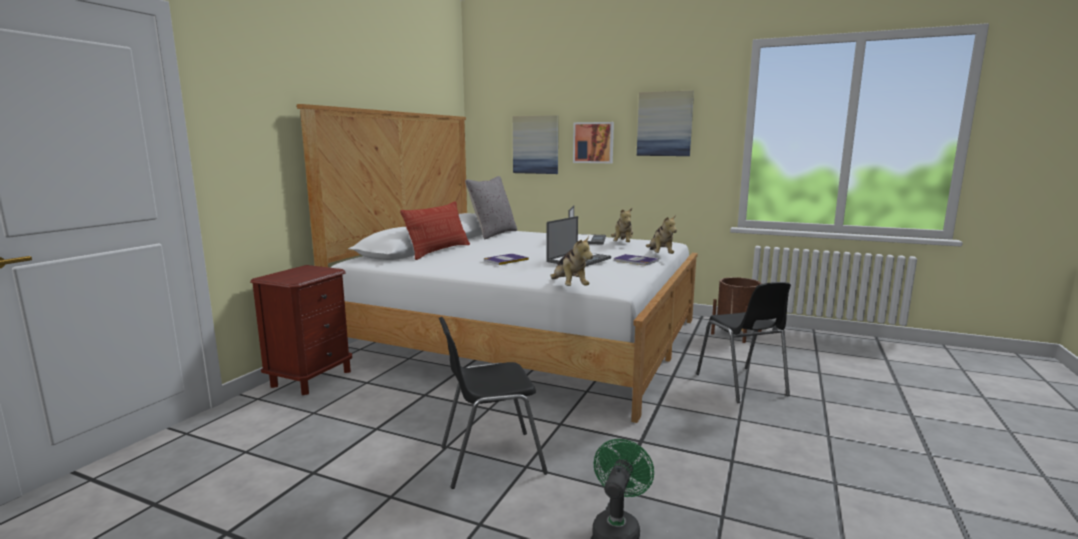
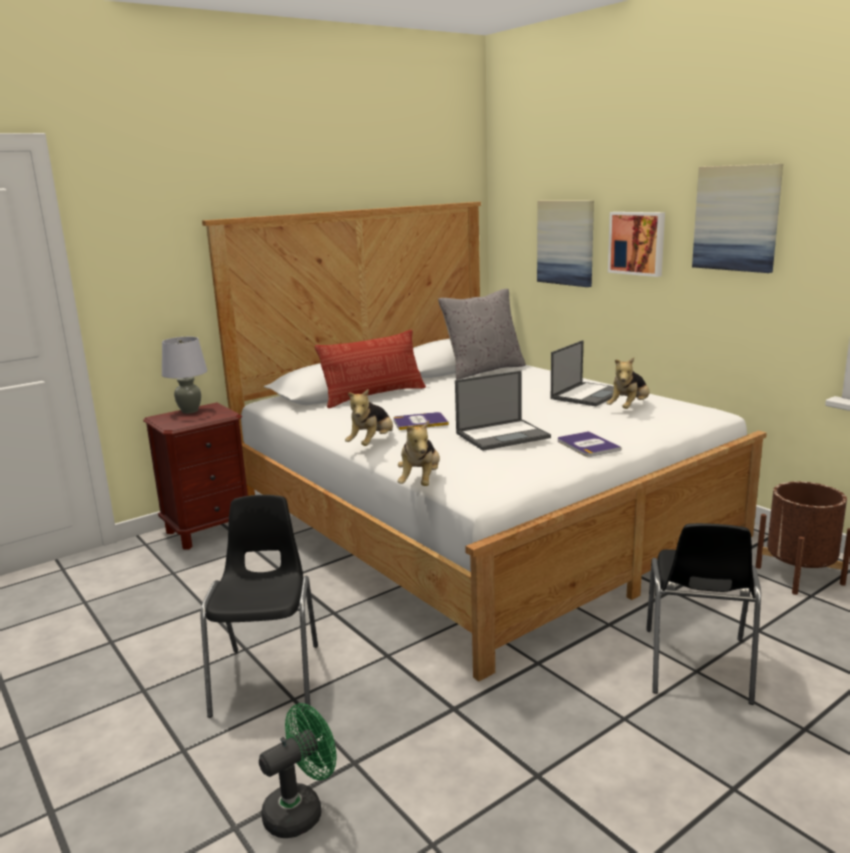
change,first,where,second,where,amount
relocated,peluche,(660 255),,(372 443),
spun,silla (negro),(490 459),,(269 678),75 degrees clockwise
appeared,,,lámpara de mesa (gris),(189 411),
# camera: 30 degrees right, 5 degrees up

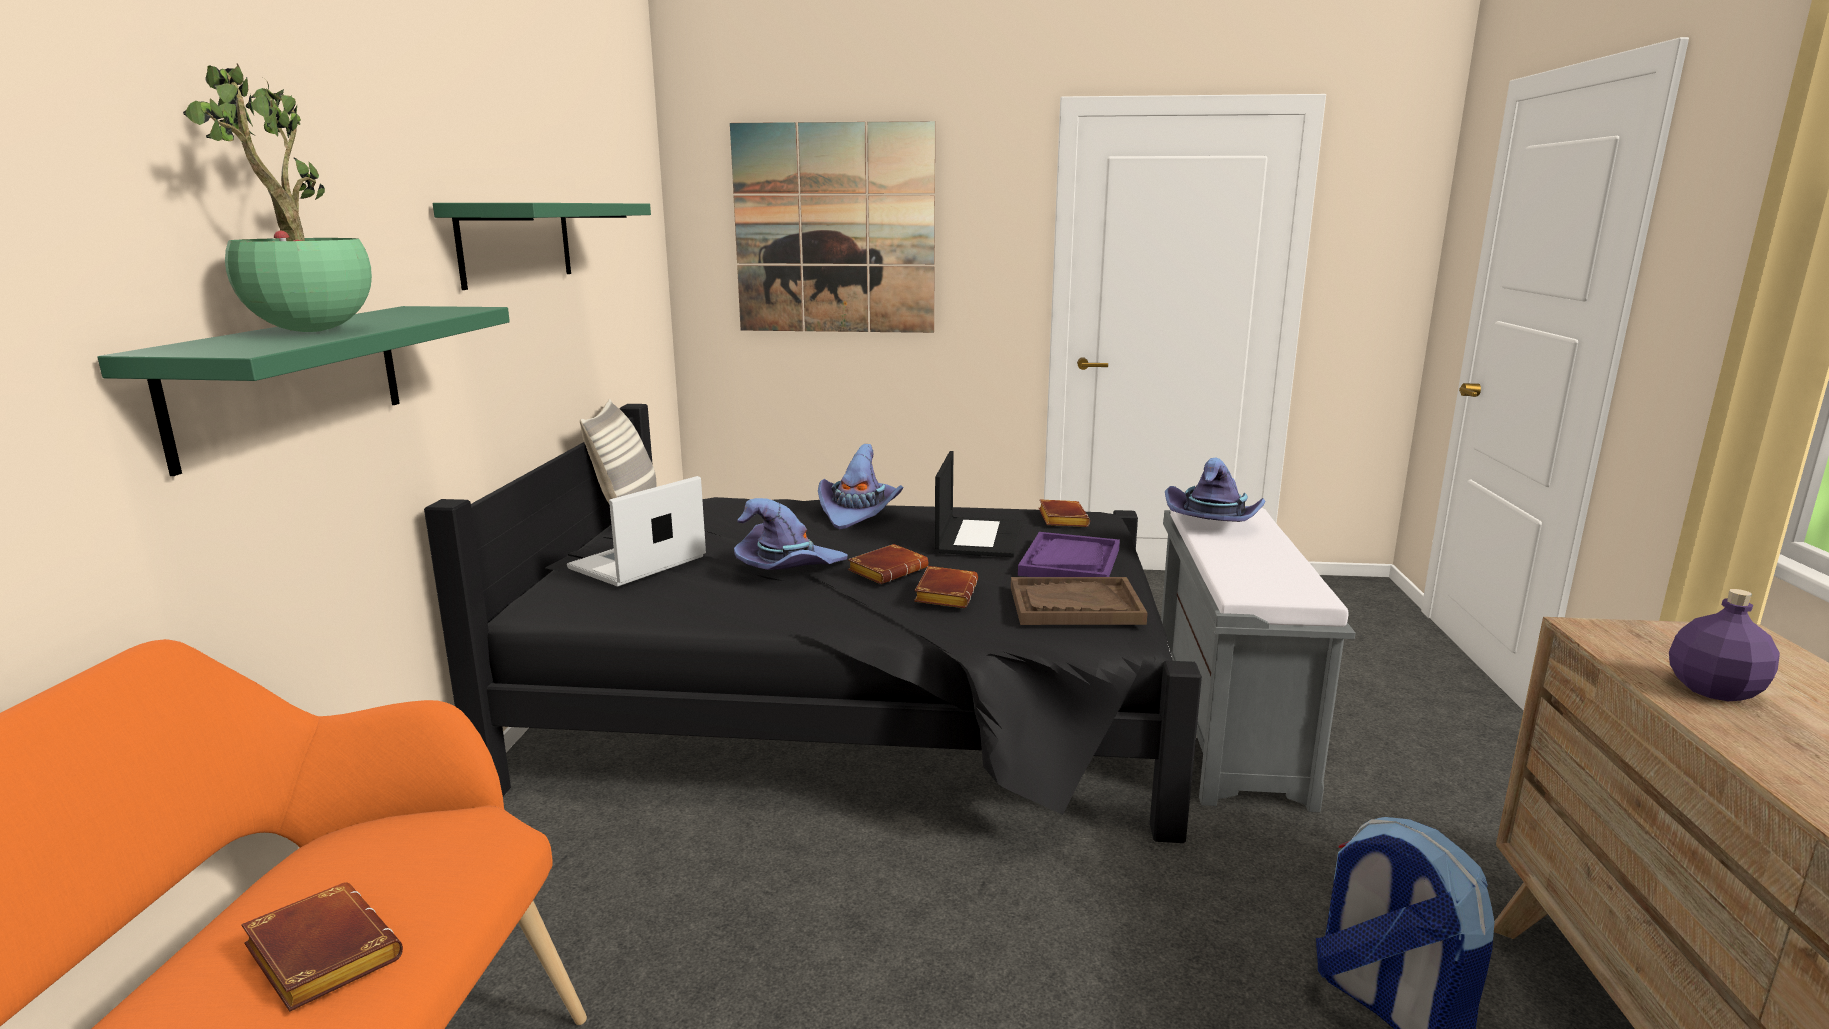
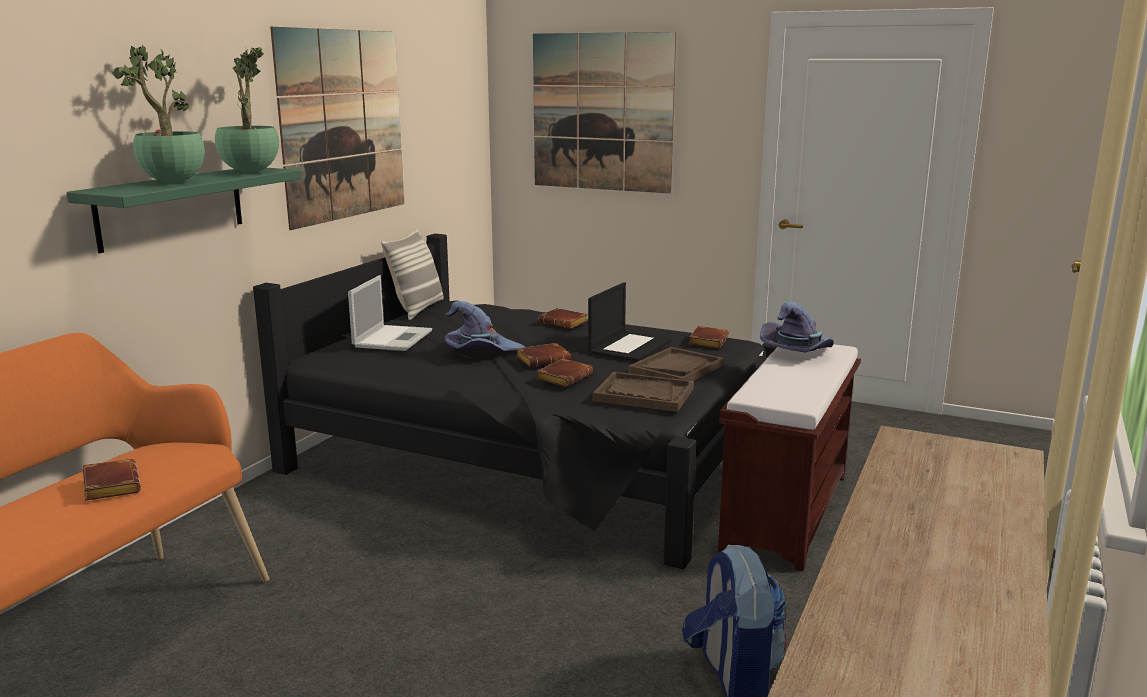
change,first,where,second,where,amount
exchanged,estante (verde),(516 242),cuadro,(343 125),
exchanged,sombrero (morado),(858 513),libro (marrón),(565 323),
spun,portátil,(636 563),,(393 338),135 degrees clockwise
colour,banco (gris),(1225 727),banco (marrón),(785 510),
colour,bandeja (morado),(1070 562),bandeja (marrón),(676 369),
missing,botella (morado),(1713 689),,,
appeared,,,planta en maceta,(250 172),
# camera: 20 degrees right, 0 degrees up

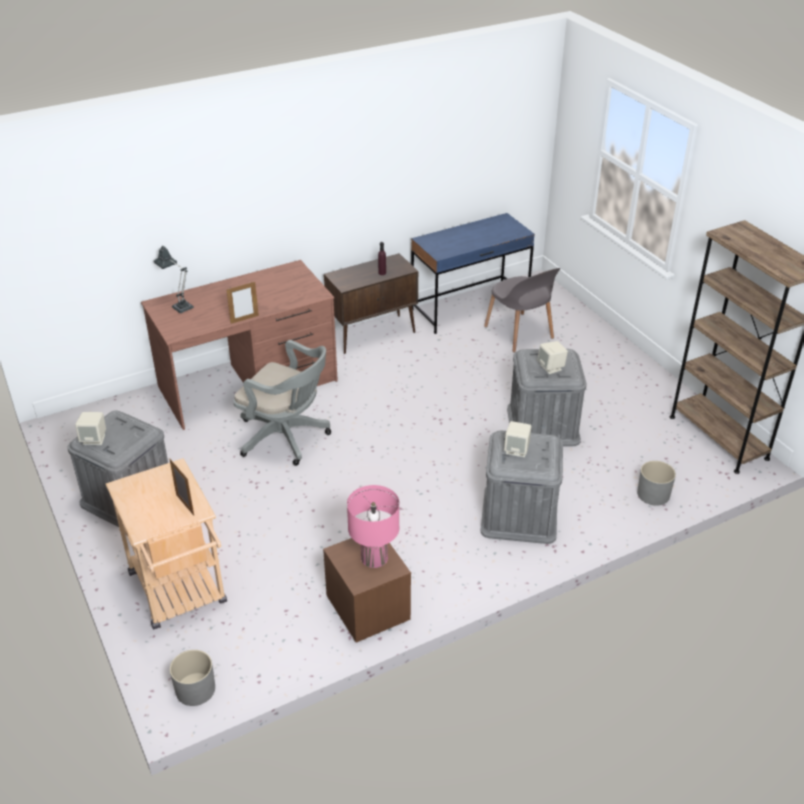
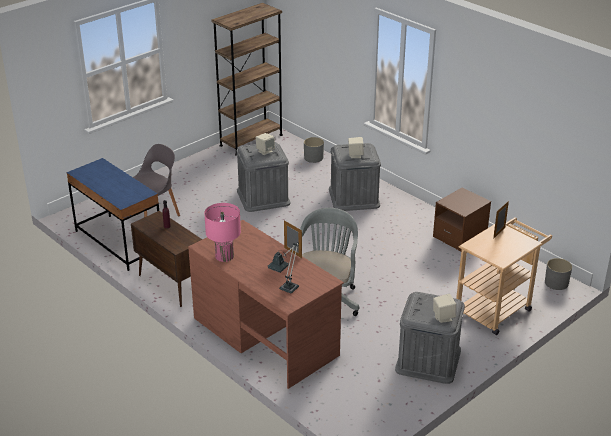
change,first,where,second,where,amount
relocated,lámpara de mesa (rosa),(374 558),,(224 256),
# camera: 105 degrees left, 5 degrees down

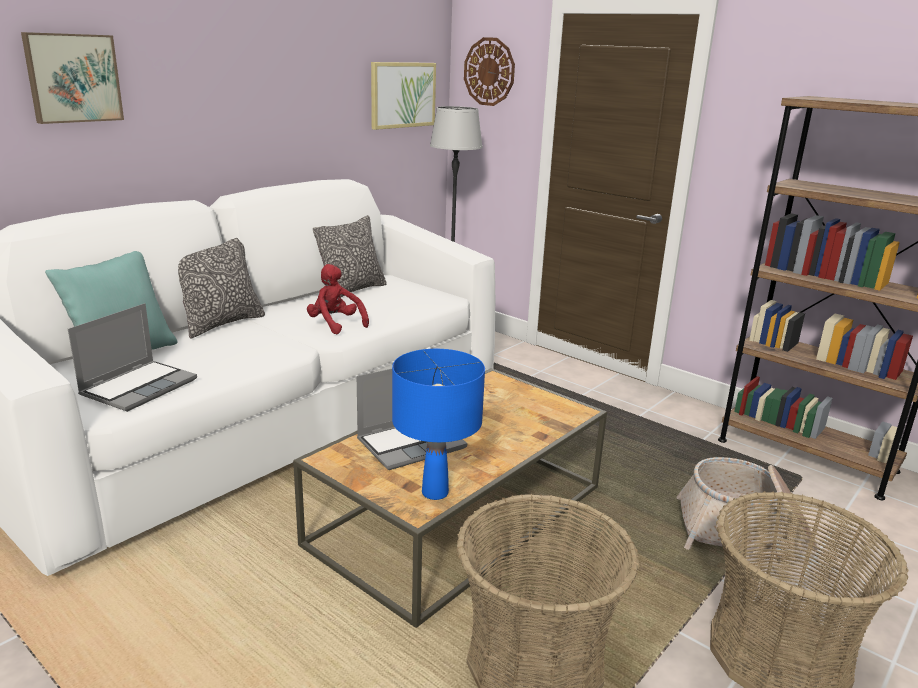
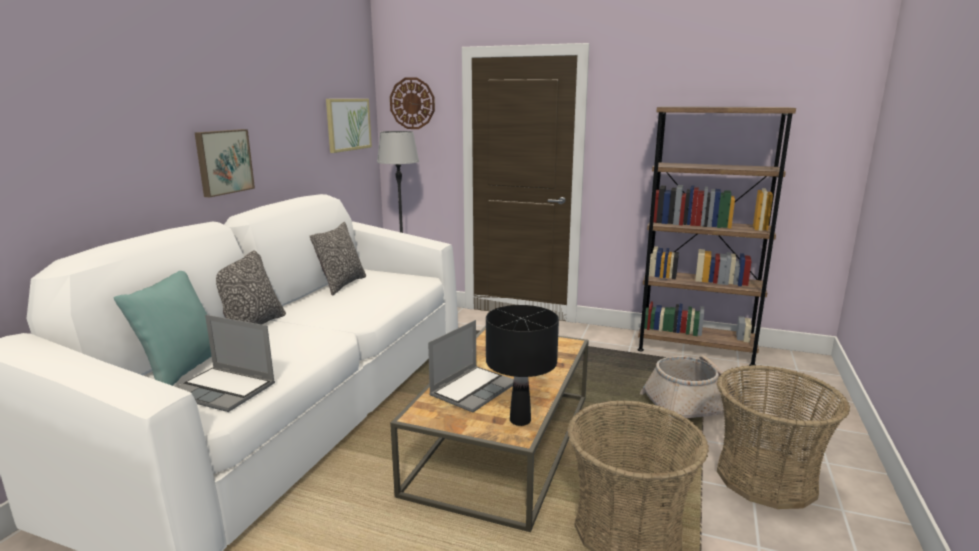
change,first,where,second,where,amount
relocated,cuadro,(73 78),,(223 162),
missing,peluche (rojo),(335 324),,,
spun,portátil,(139 387),,(224 390),105 degrees clockwise
colour,lámpara de mesa (azul),(435 492),lámpara de mesa (negro),(520 420),
# camera: 20 degrees left, 5 degrees down

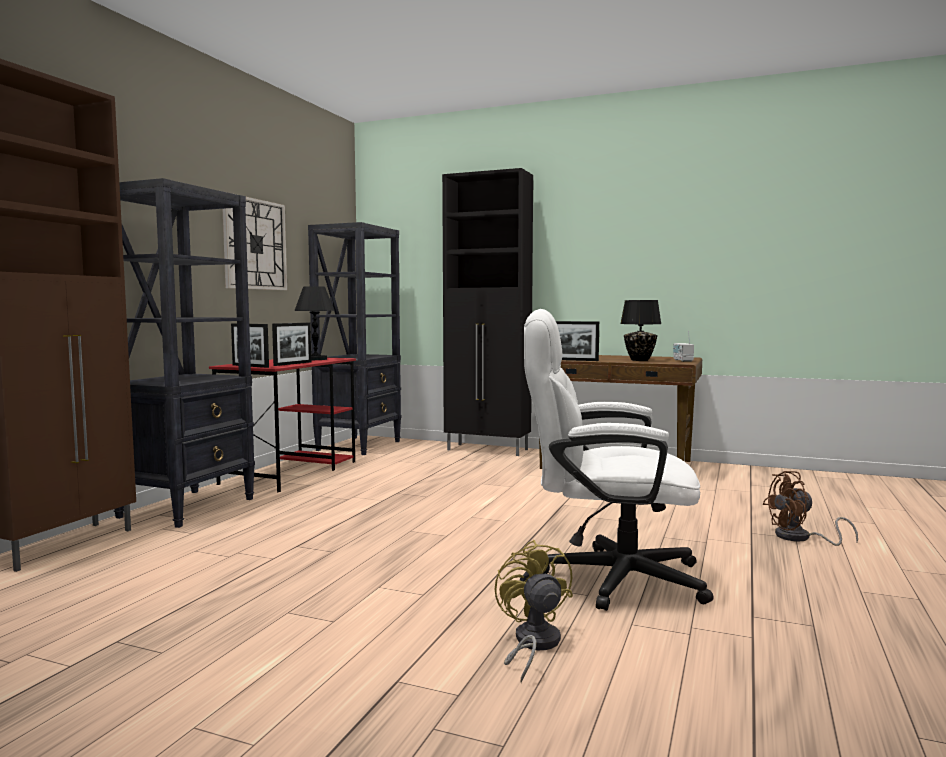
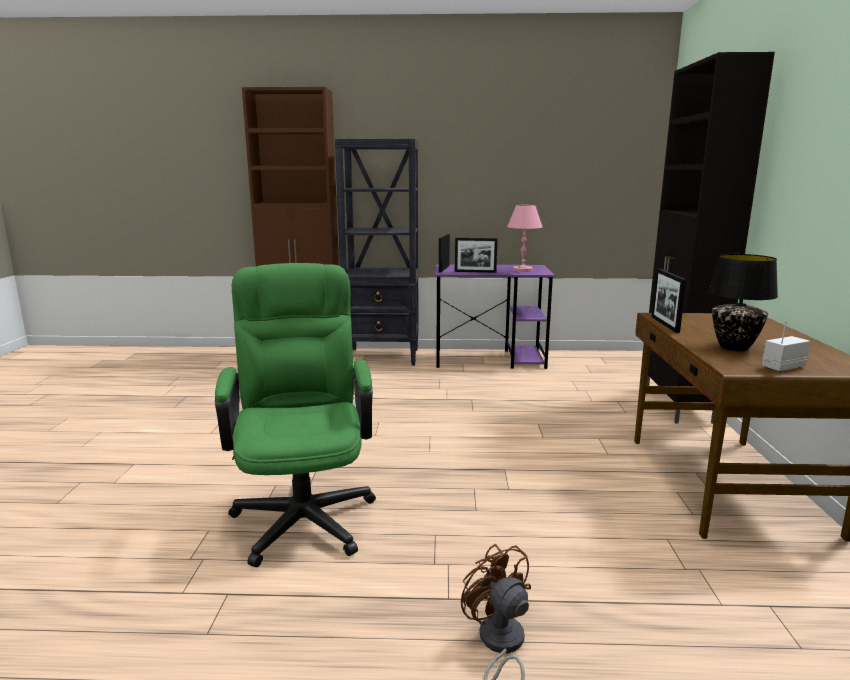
change,first,where,second,where,amount
missing,reloj de pared,(255 244),,,
missing,estantería (negro),(359 446),,,
colour,lámpara de mesa (negro),(315 359),lámpara de mesa (rosa),(522 270),
colour,silla de oficina (blanco),(606 577),silla de oficina (verde),(304 511),
colour,escritorio (rojo),(291 472),escritorio (morado),(490 359),
missing,ventilador (amarillo),(532 644),,,
# camera: 70 degrees right, 10 degrees up

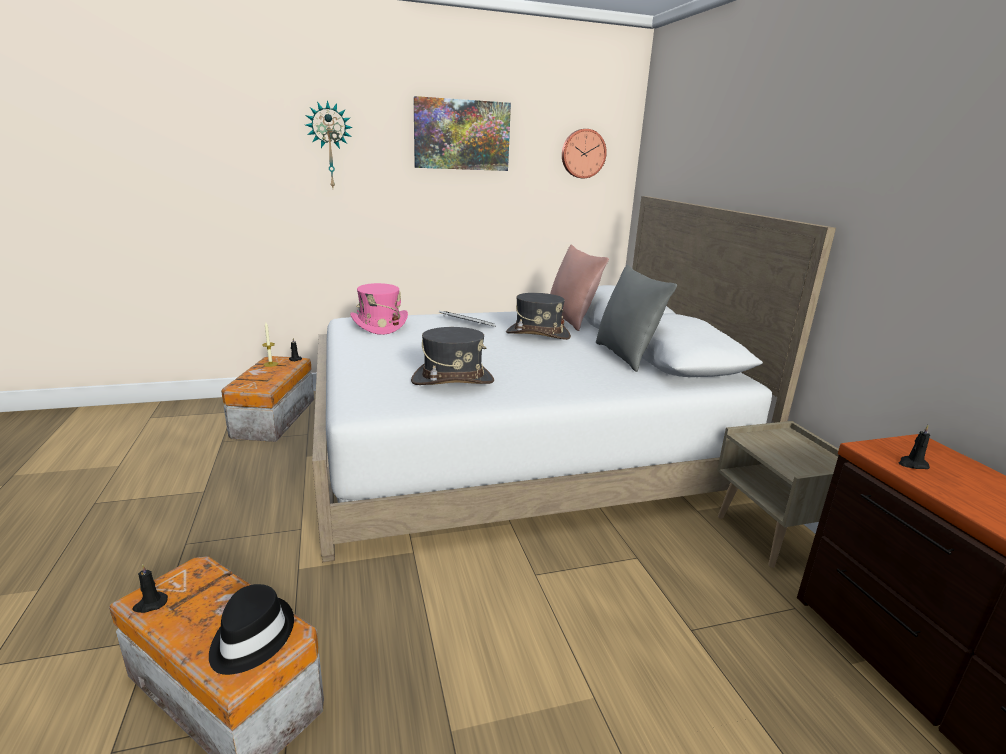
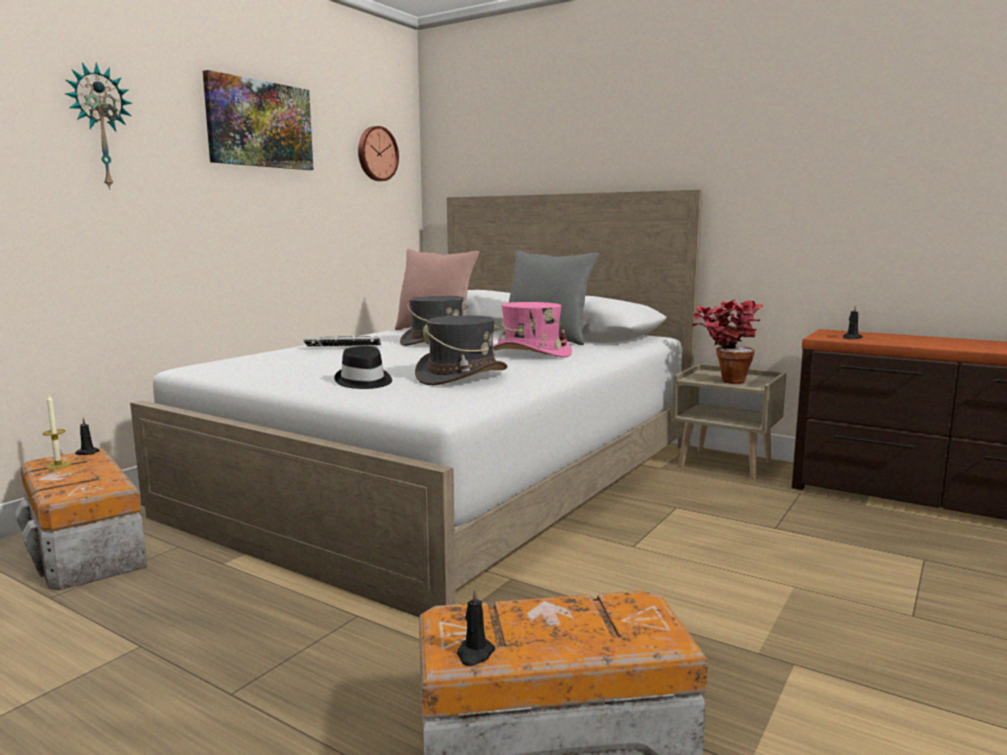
change,first,where,second,where,amount
relocated,sombrero (rosa),(379 325),,(530 353),
relocated,sombrero (negro),(250 637),,(363 382),
appeared,,,planta en maceta,(724 380),
# camera: 40 degrees left, 10 degrees down

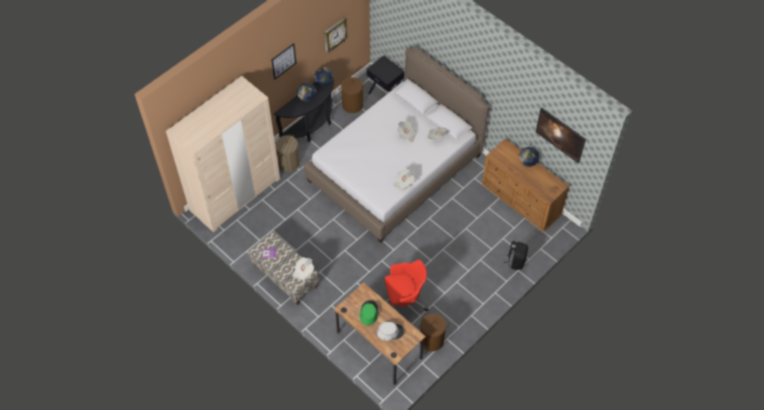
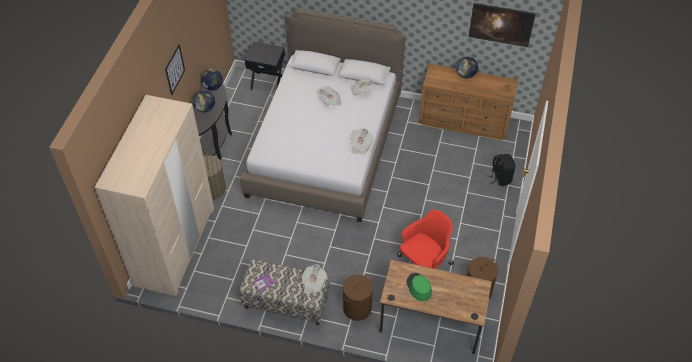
change,first,where,second,where,amount
missing,reloj de pared,(335 35),,,
relocated,cesto de la ropa (marrón),(353 105),,(357 308),
missing,sombrero (gris),(390 332),,,
# camera: 30 degrees left, 5 degrees down

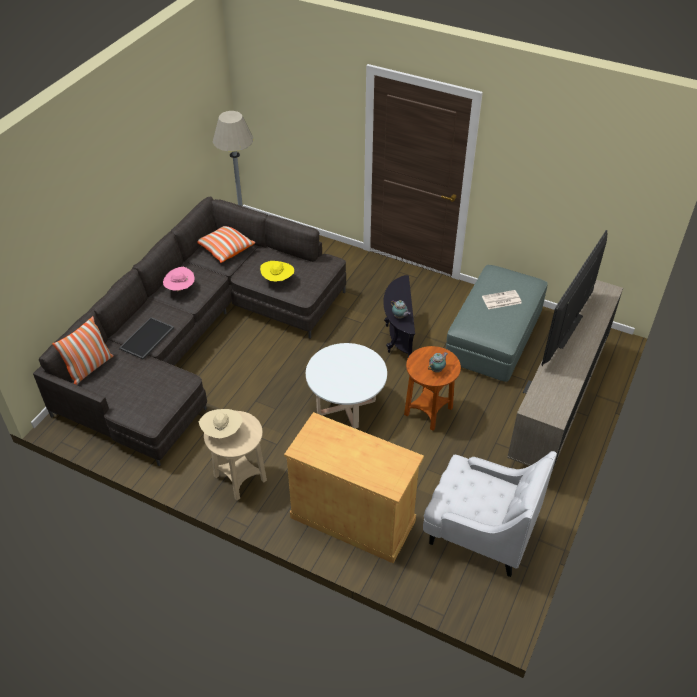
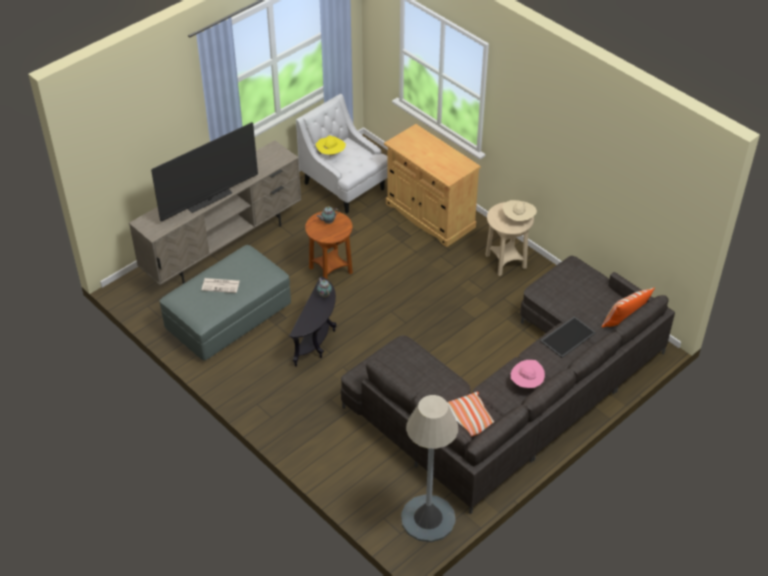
change,first,where,second,where,amount
relocated,sombrero (amarillo),(278 280),,(331 154),
missing,mesa de centro (blanco),(346 407),,,
# camera: 160 degrees left, 0 degrees up

